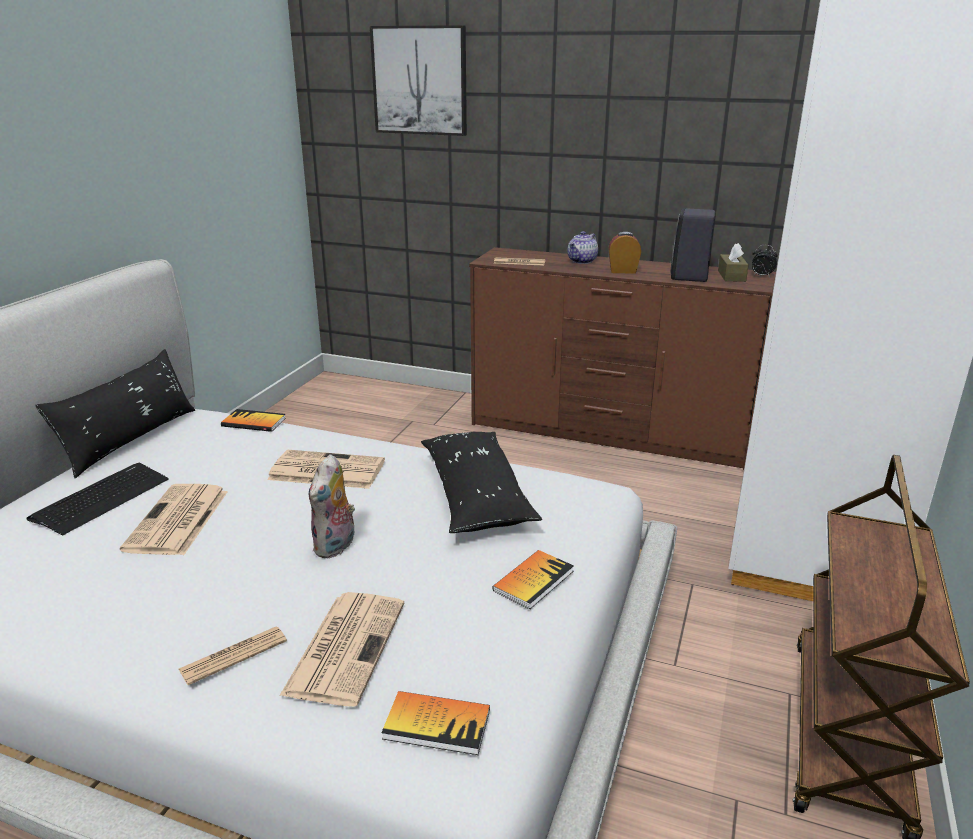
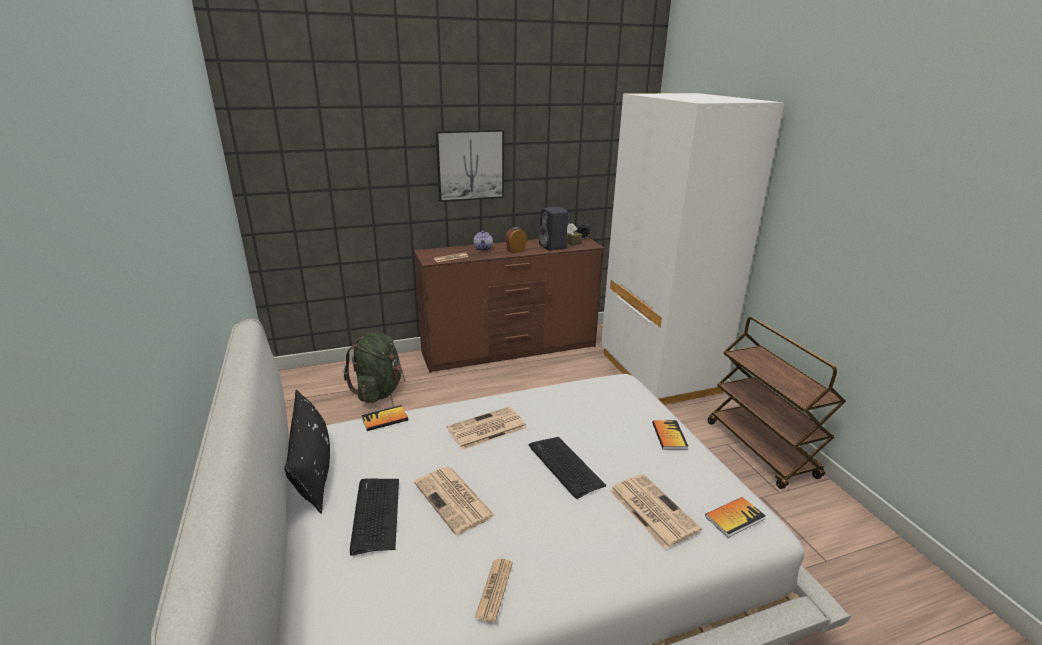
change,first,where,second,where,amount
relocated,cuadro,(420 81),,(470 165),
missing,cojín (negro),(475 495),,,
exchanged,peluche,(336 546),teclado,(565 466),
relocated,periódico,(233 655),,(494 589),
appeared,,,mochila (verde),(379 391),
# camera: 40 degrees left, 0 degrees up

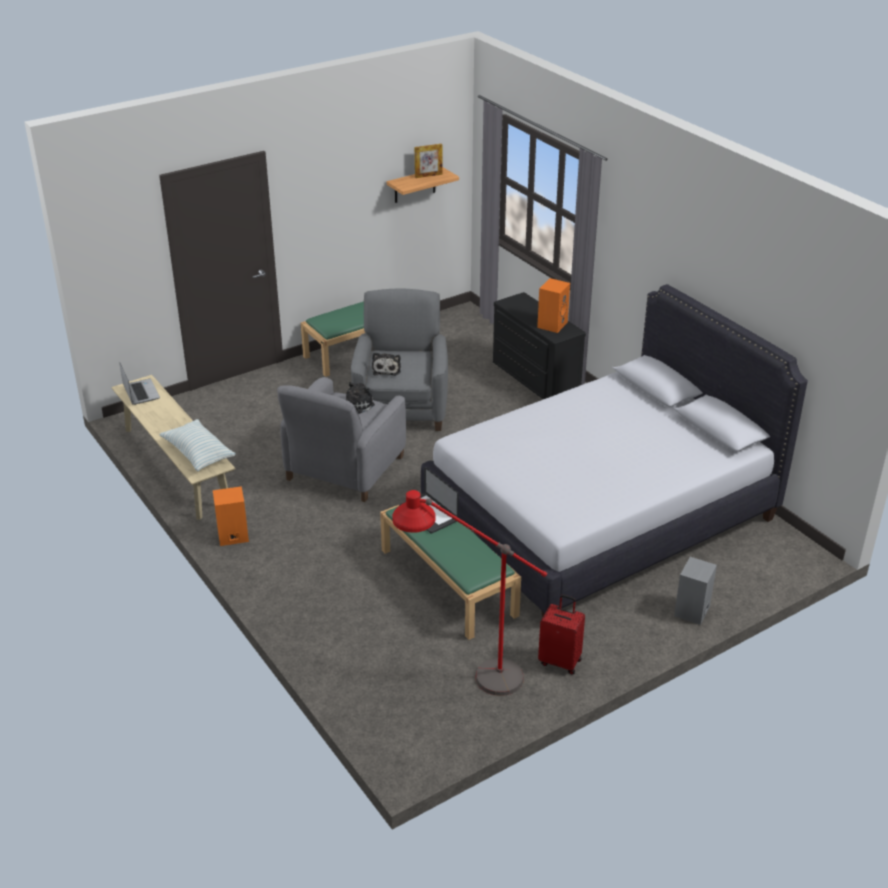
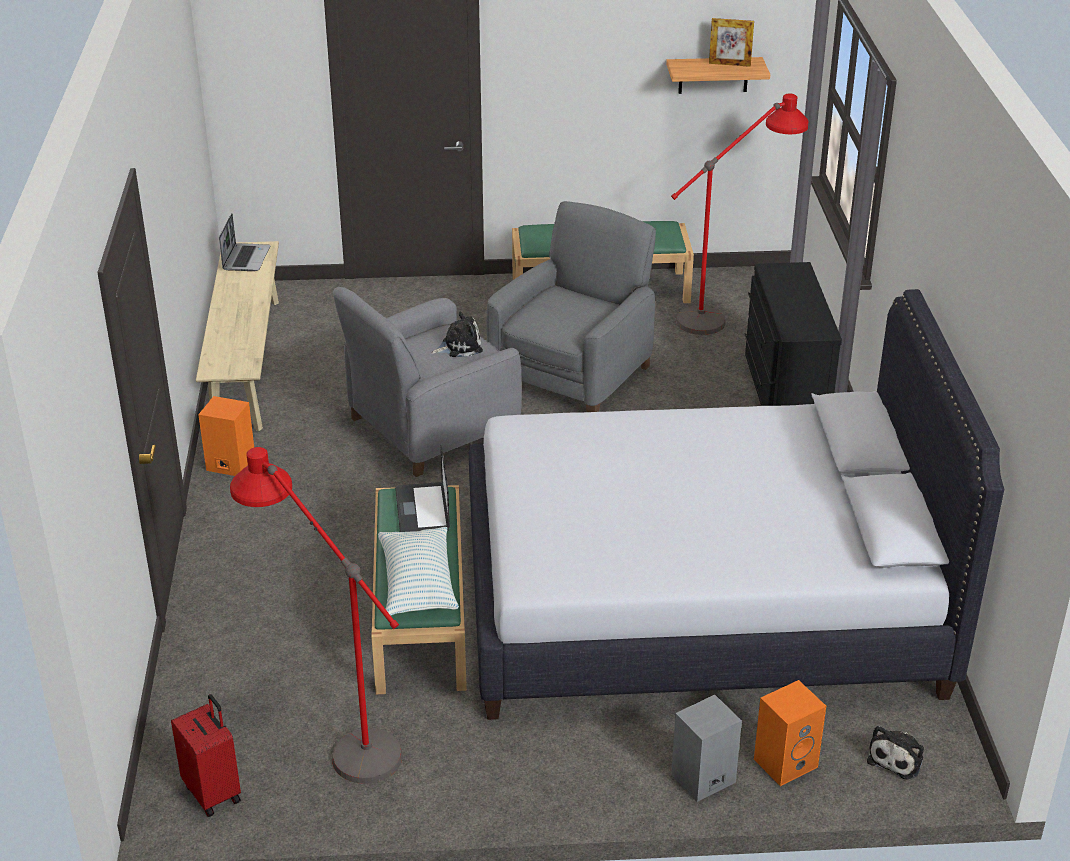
change,first,where,second,where,amount
relocated,altavoz (naranja),(552 324),,(786 762),
relocated,peluche,(386 369),,(897 758),
relocated,cojín,(198 454),,(418 584),
relocated,maleta (rojo),(560 661),,(214 792),
appeared,,,lámpara de pie (rojo),(729 312),
# camera: 30 degrees right, 0 degrees up

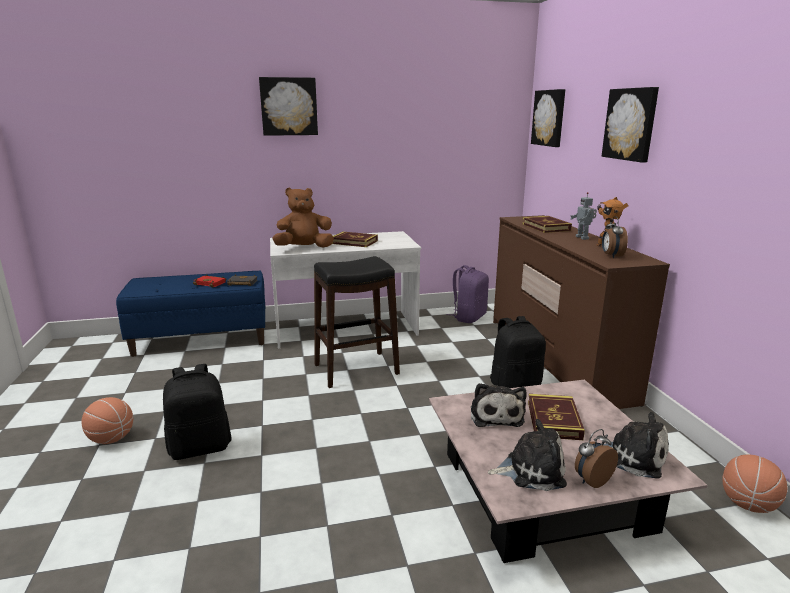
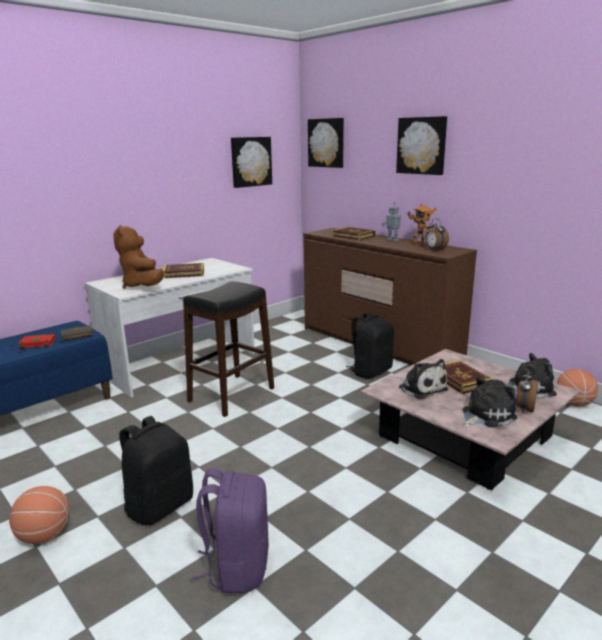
change,first,where,second,where,amount
relocated,cuadro,(289 106),,(250 161),
spun,peluche (marrón),(304 248),,(143 286),60 degrees counterclockwise
relocated,mochila (morado),(468 317),,(237 567),
# camera: 30 degrees left, 0 degrees up

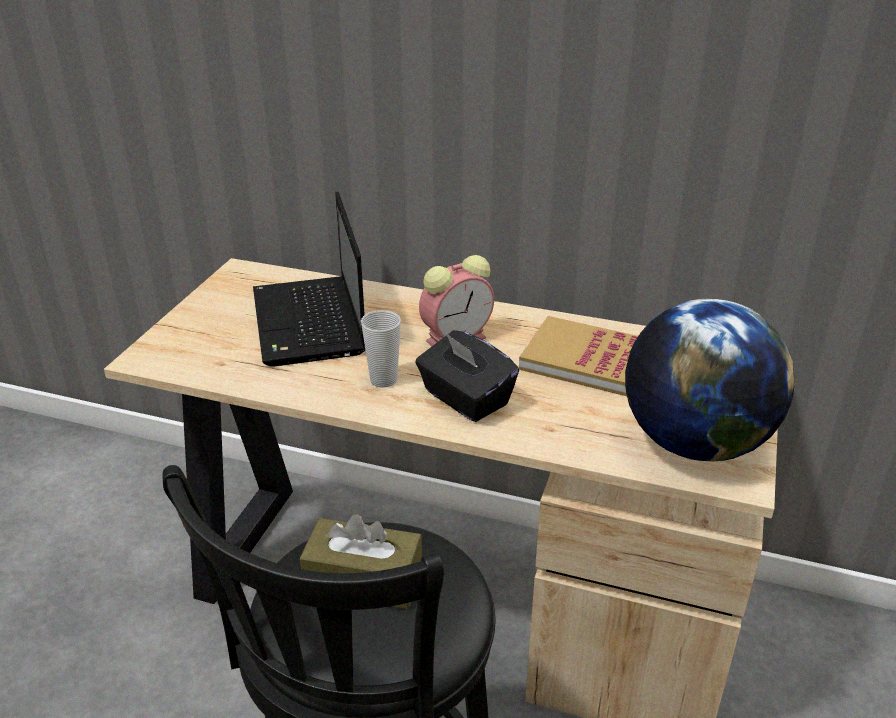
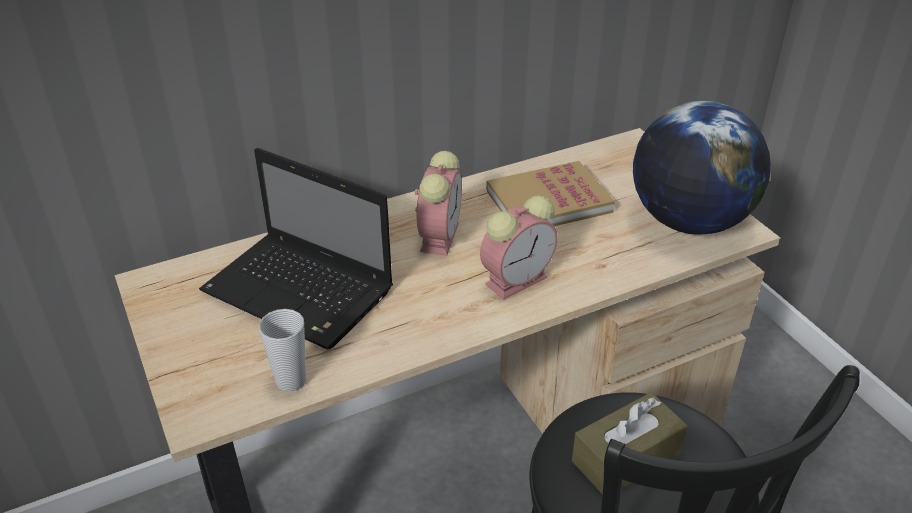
change,first,where,second,where,amount
relocated,taza,(383 380),,(291 380),
exchanged,caja de pañuelos (negro),(465 399),despertador,(517 279),
# camera: 45 degrees left, 5 degrees up

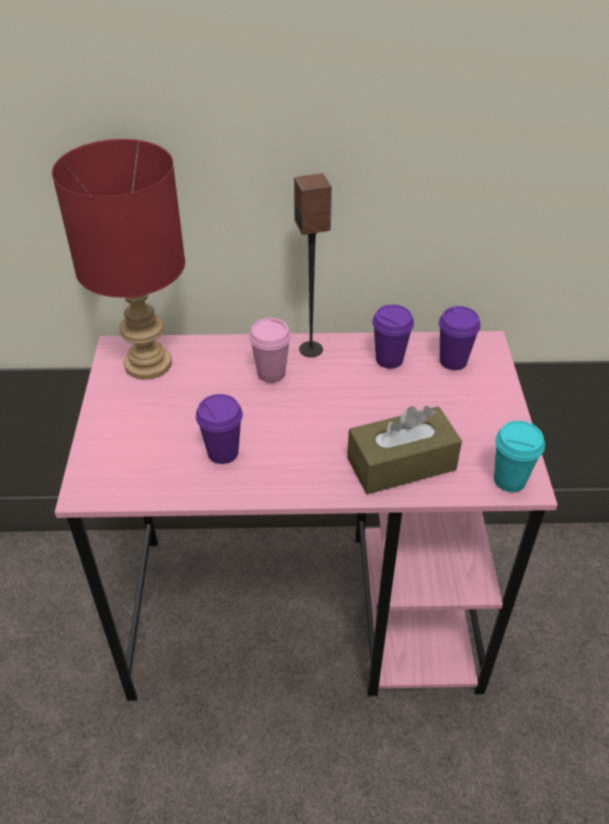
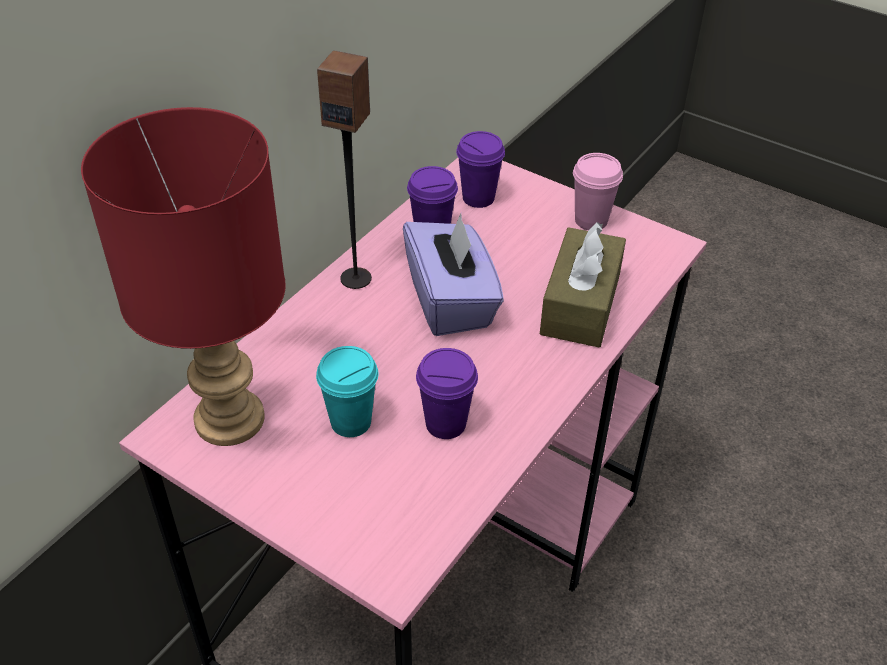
change,first,where,second,where,amount
relocated,taza (rosa),(271 373),,(591 220),
relocated,taza (turquesa),(509 480),,(351 422),
appeared,,,caja de pañuelos (morado),(451 301),
# camera: 55 degrees left, 0 degrees up

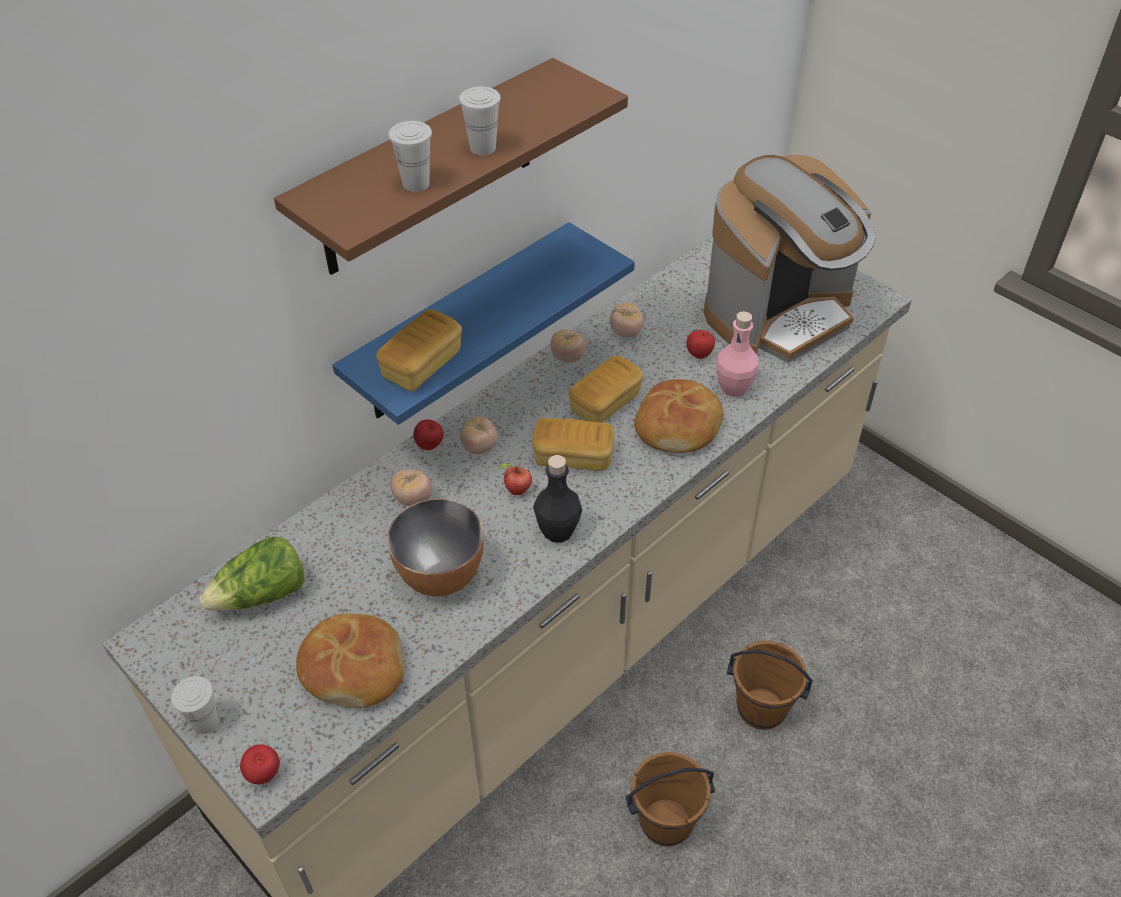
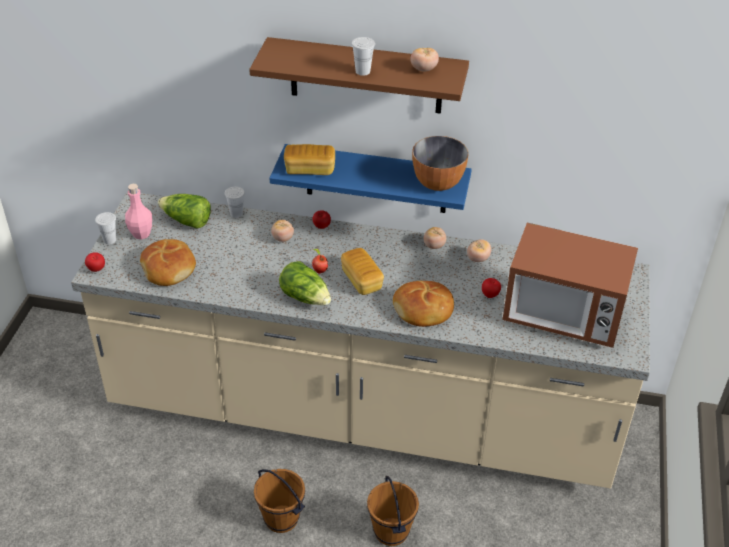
change,first,where,second,where,amount
relocated,taza (blanco),(416 184),,(236 214),
exchanged,cafetera,(779 315),microondas,(562 316),
relocated,botella (rosa),(733 387),,(141 234),
missing,pan,(605 403),,,
relocated,tomate,(479 447),,(424 69),
exchanged,botella (negro),(558 531),lechuga,(306 297),
relocated,cuenco,(441 576),,(438 183),
# camera: 55 degrees right, 5 degrees down

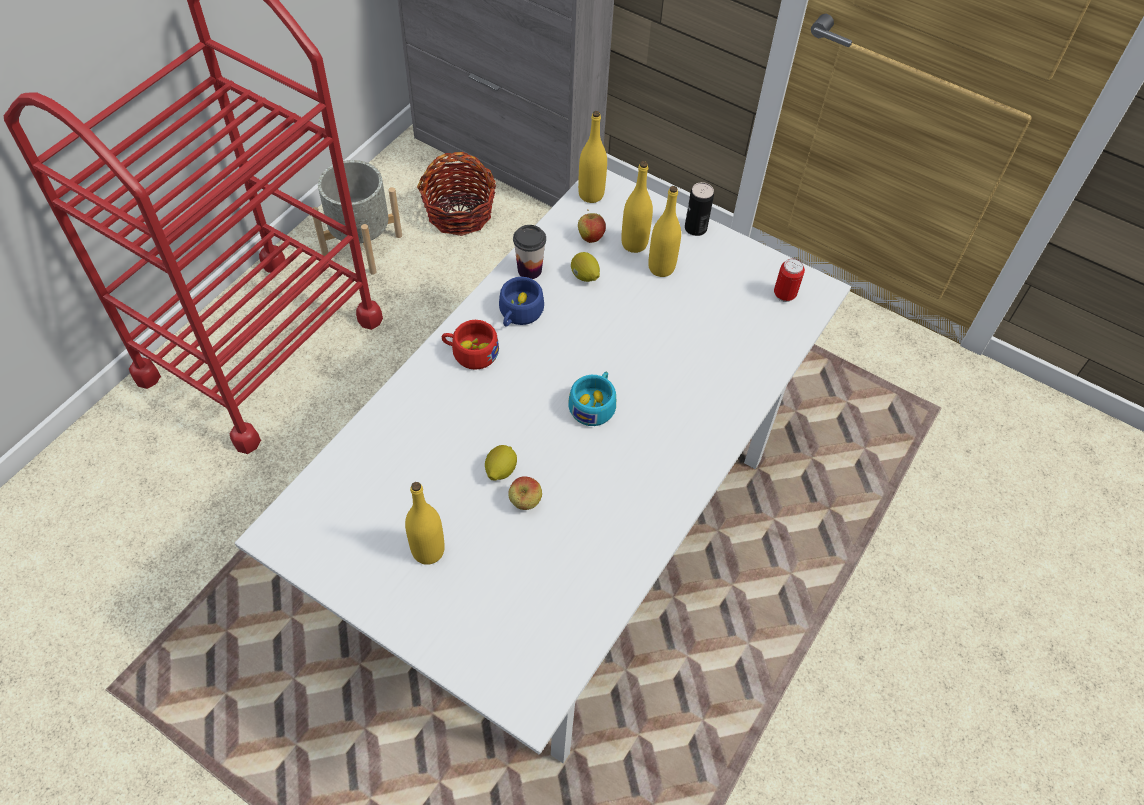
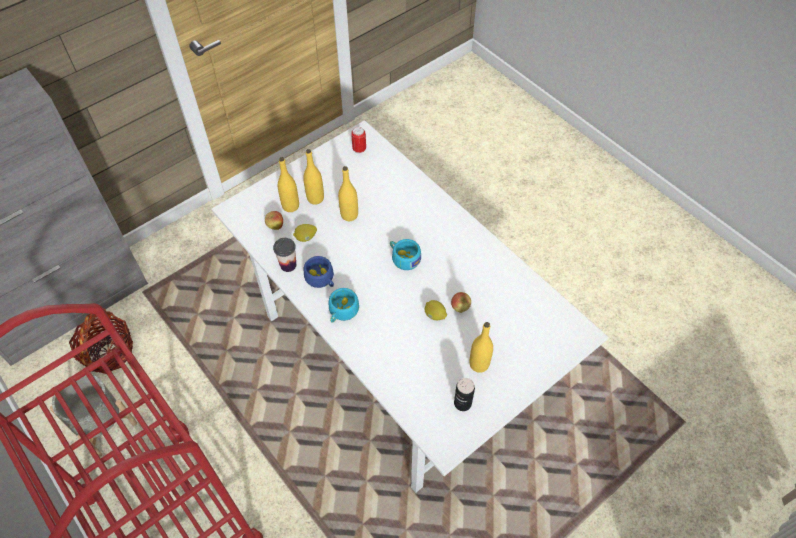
change,first,where,second,where,amount
relocated,botella (amarillo),(591 194),,(349 215),
relocated,lata,(695 228),,(462 403),
colour,taza (rojo),(470 352),taza (turquesa),(342 312),
# camera: 70 degrees left, 0 degrees up

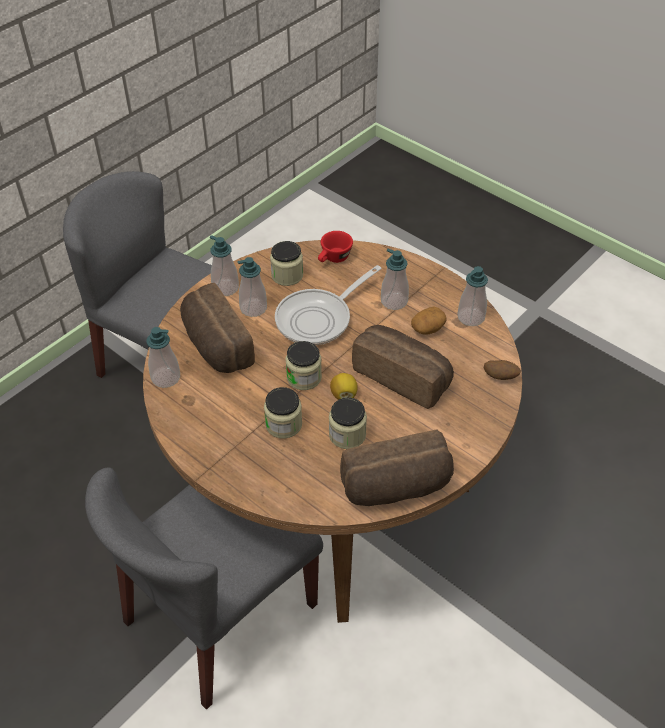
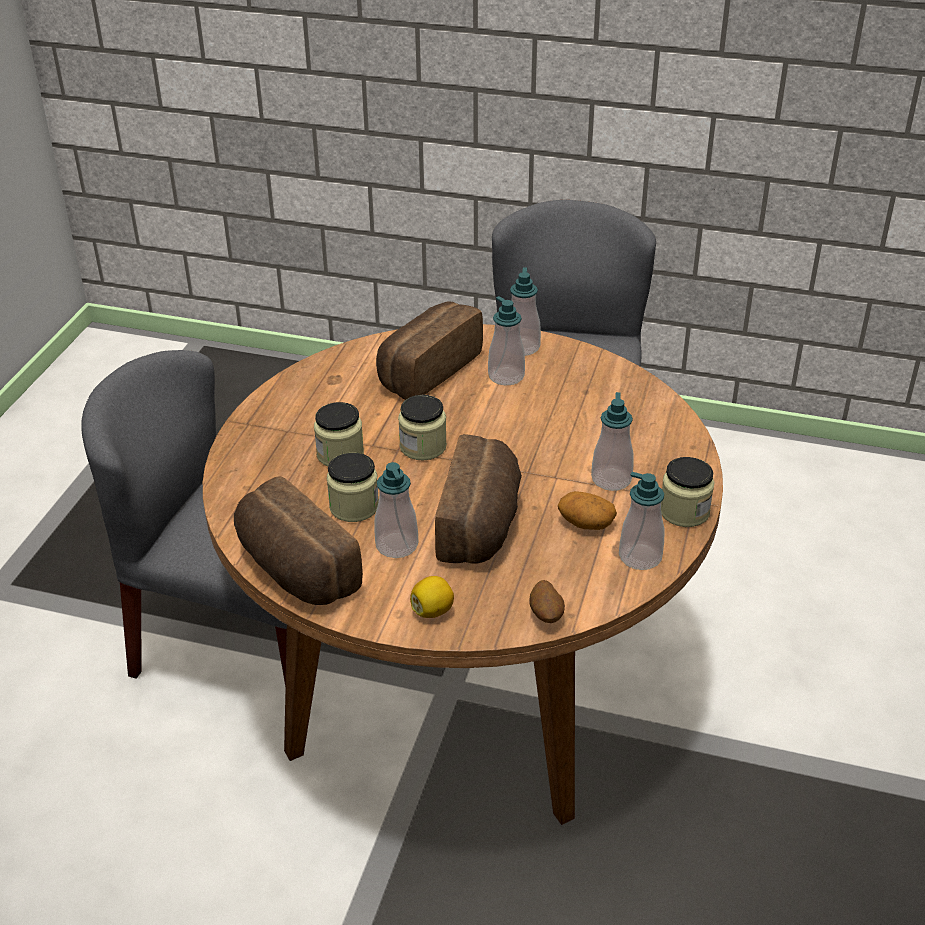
change,first,where,second,where,amount
missing,taza (rojo),(333 259),,,
relocated,tarro,(287 275),,(684 511),
missing,sartén,(318 319),,,
relocated,dispensador de jabón,(166 378),,(397 545),
relocated,limón,(344 395),,(433 610),
# camera: 65 degrees right, 10 degrees down

